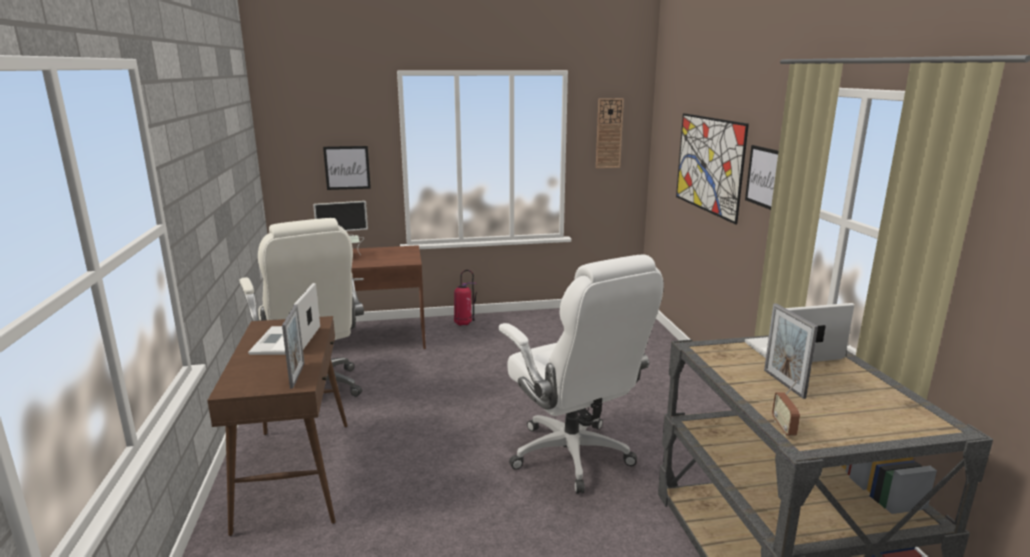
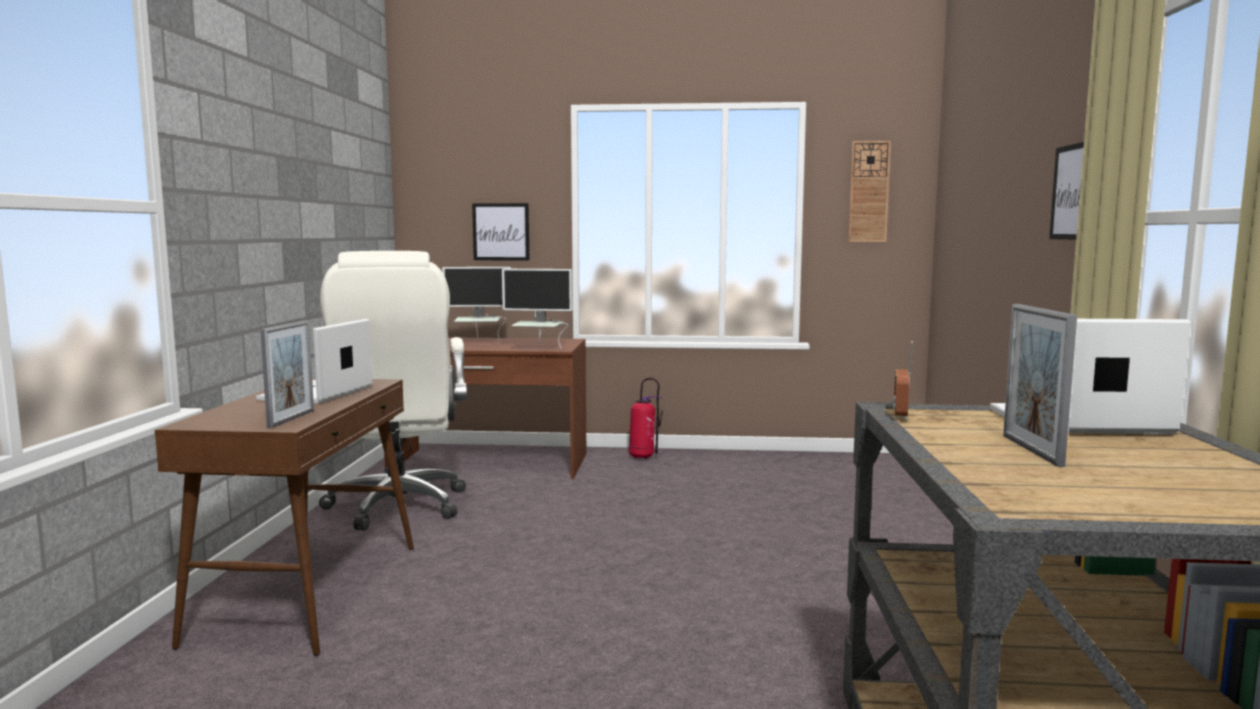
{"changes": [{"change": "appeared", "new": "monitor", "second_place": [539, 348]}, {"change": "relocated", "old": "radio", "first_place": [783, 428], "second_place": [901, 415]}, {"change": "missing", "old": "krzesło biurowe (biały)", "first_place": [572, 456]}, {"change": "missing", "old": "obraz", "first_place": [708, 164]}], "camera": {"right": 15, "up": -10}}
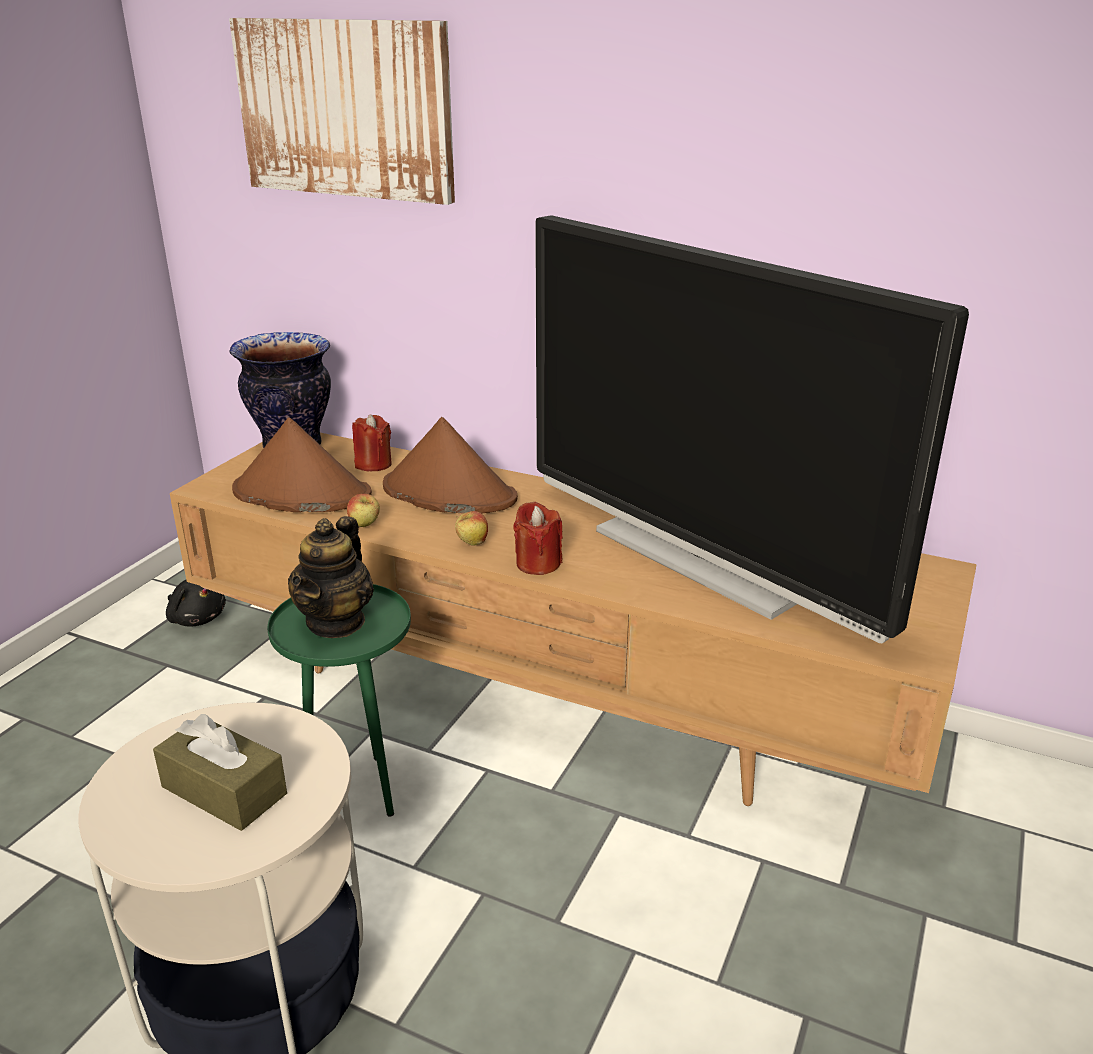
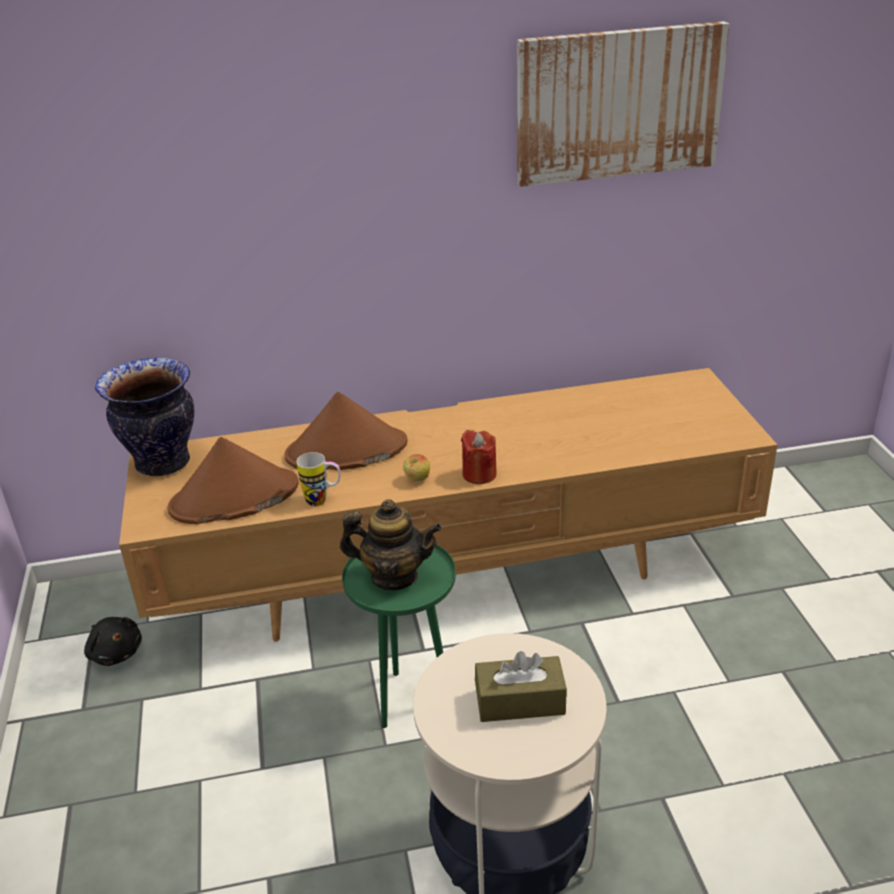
{"changes": [{"change": "spun", "old": "pluszak (czarny)", "first_place": [197, 618], "second_place": [115, 652], "degrees": 45}, {"change": "exchanged", "old": "jabłko", "new": "kubek", "first_place": [365, 525], "second_place": [323, 500]}, {"change": "spun", "old": "imbryk", "first_place": [336, 622], "second_place": [394, 576], "degrees": -60}, {"change": "relocated", "old": "obraz", "first_place": [345, 109], "second_place": [618, 104]}, {"change": "missing", "old": "świeca (czerwony)", "first_place": [373, 464]}, {"change": "missing", "old": "telewizor", "first_place": [701, 560]}], "camera": {"right": -35, "up": 5}}
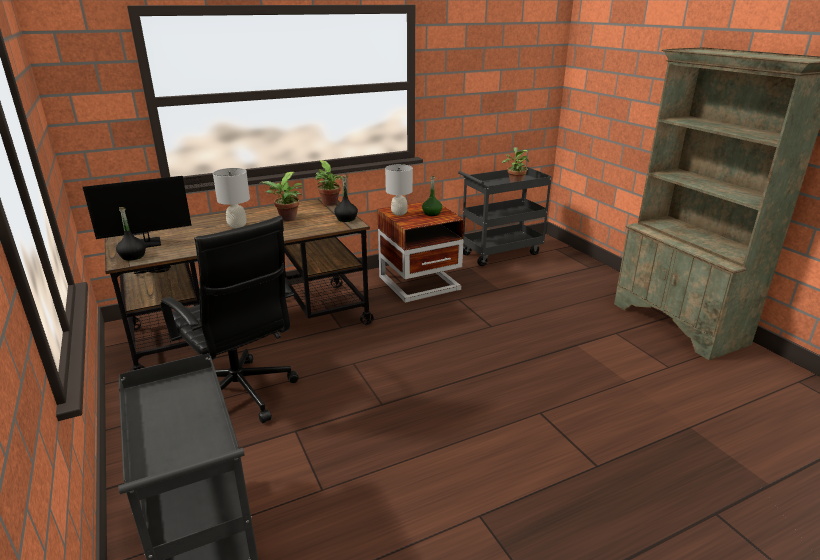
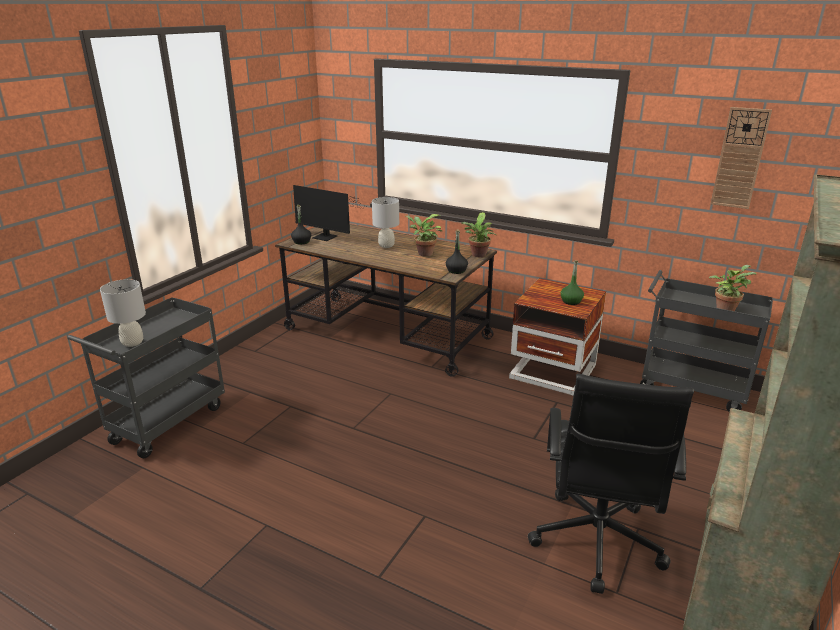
{"changes": [{"change": "relocated", "old": "lampa stołowa (szary)", "first_place": [398, 214], "second_place": [132, 343]}, {"change": "relocated", "old": "krzesło biurowe (czarny)", "first_place": [242, 397], "second_place": [596, 545]}, {"change": "appeared", "new": "zegar ścienny", "second_place": [740, 158]}], "camera": {"right": 55, "up": 0}}
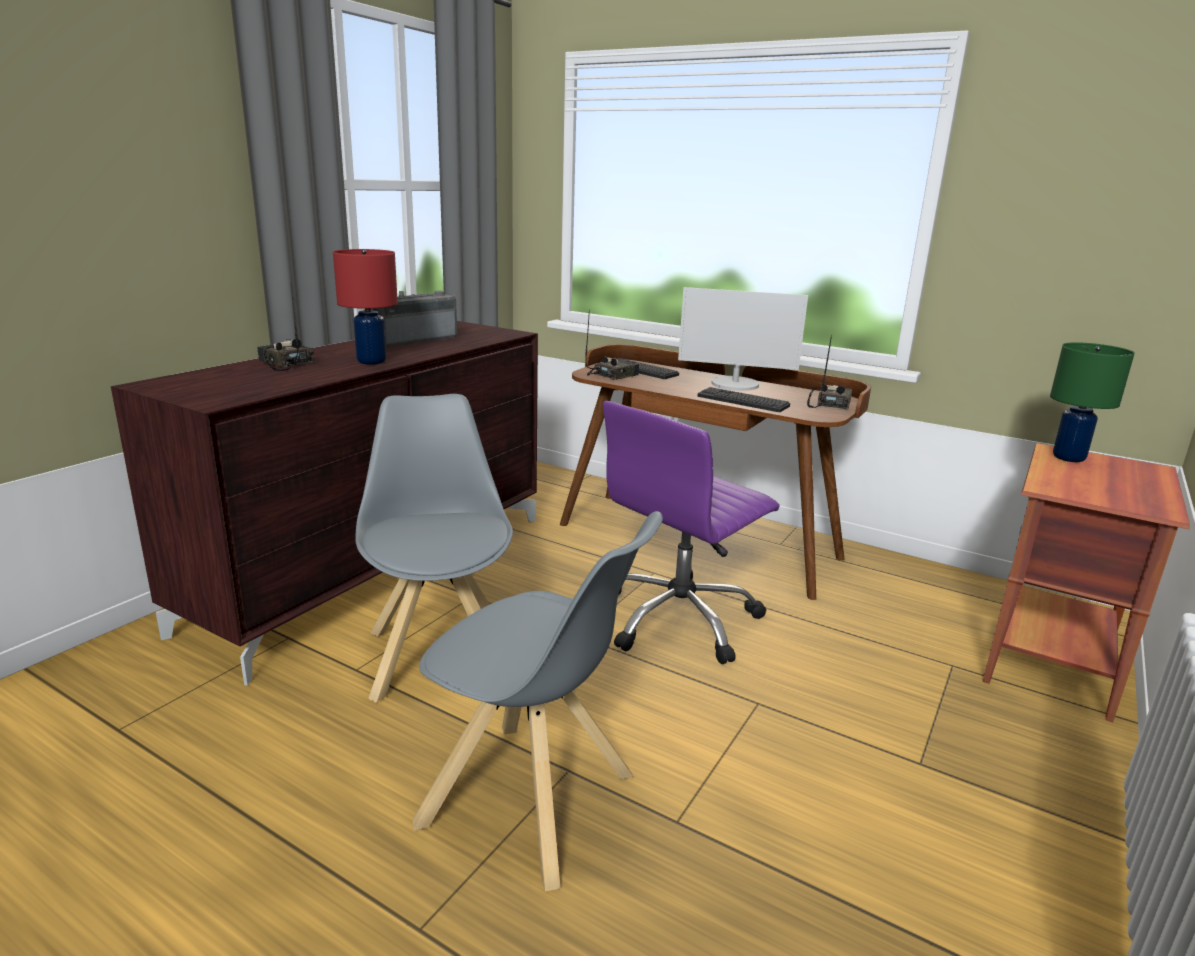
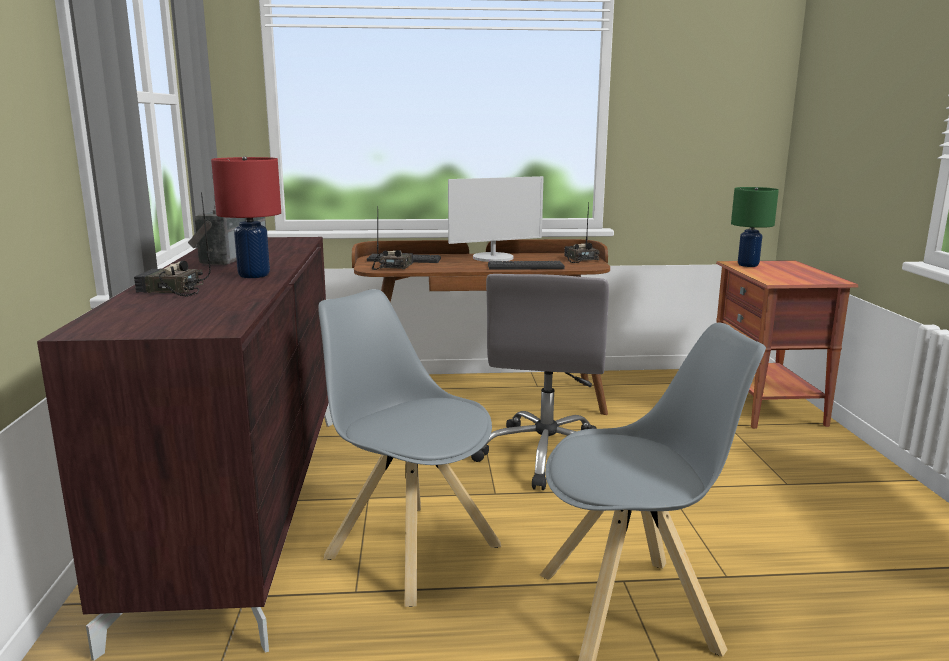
{"changes": [{"change": "colour", "old": "krzesło biurowe (fioletowy)", "new": "krzesło biurowe (szary)", "first_place": [679, 619], "second_place": [546, 456]}], "camera": {"right": -35, "up": -5}}
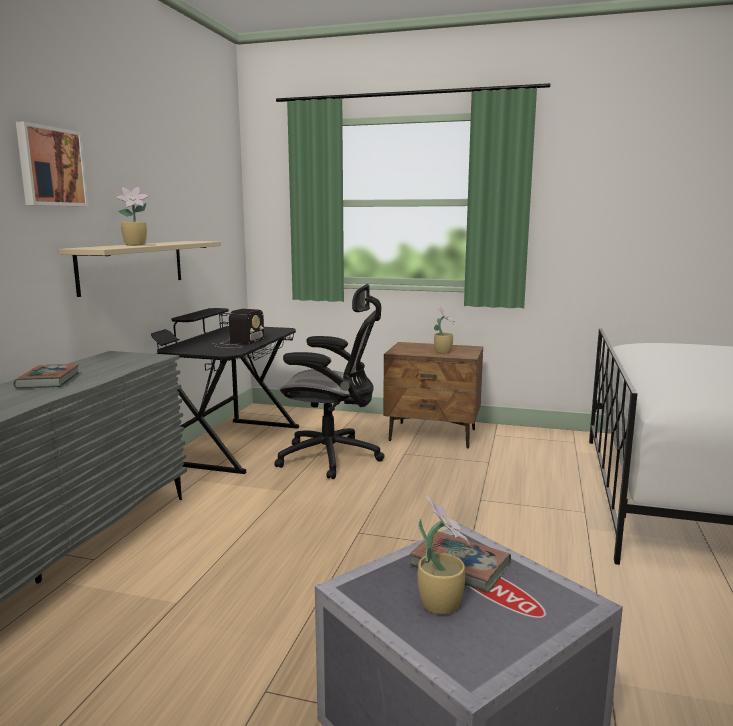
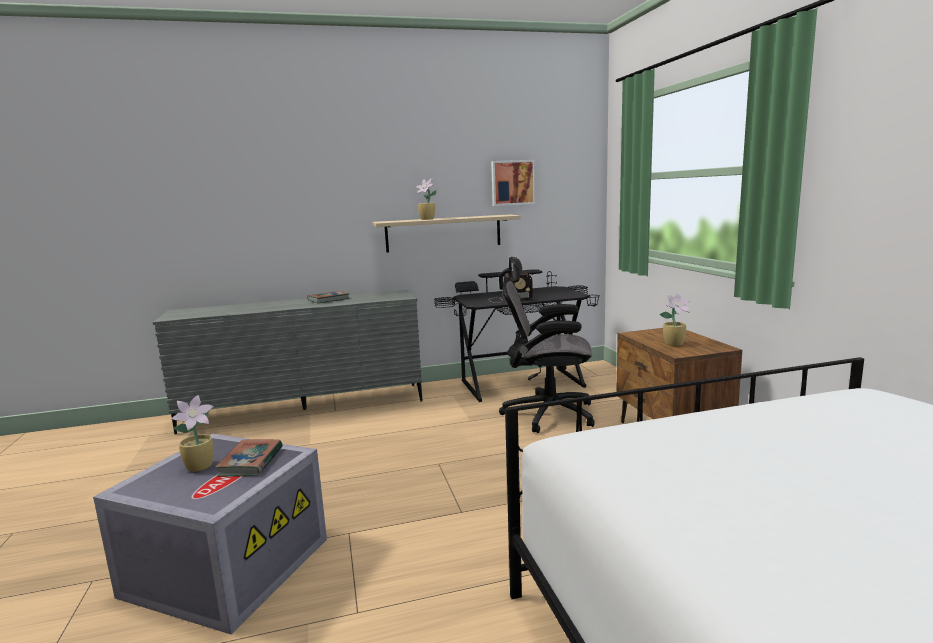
{"changes": [{"change": "relocated", "old": "obraz", "first_place": [50, 167], "second_place": [512, 182]}, {"change": "spun", "old": "krzesło biurowe", "first_place": [330, 457], "second_place": [548, 415], "degrees": 120}], "camera": {"right": 60, "up": 0}}
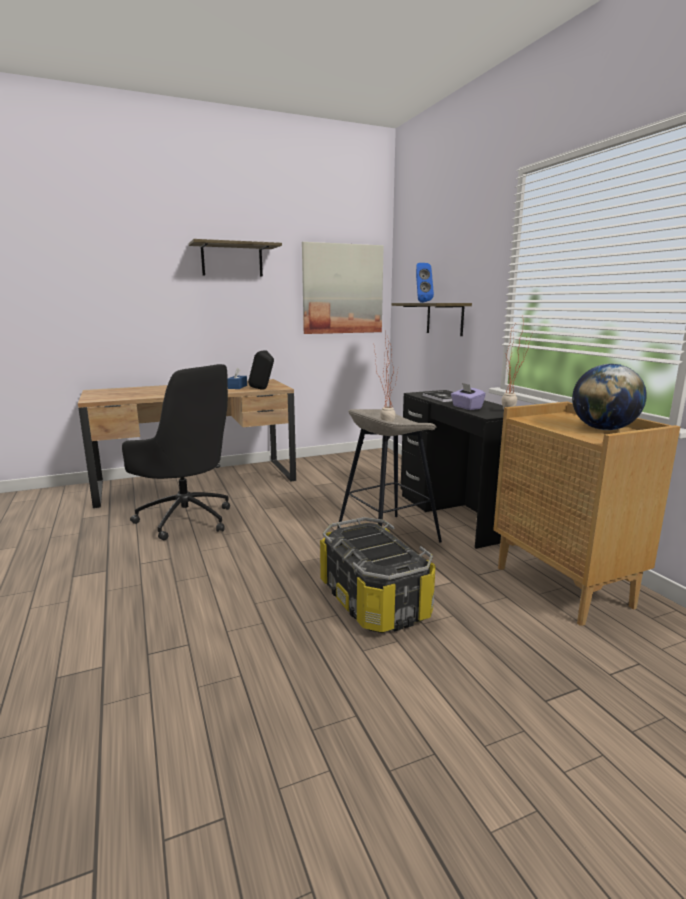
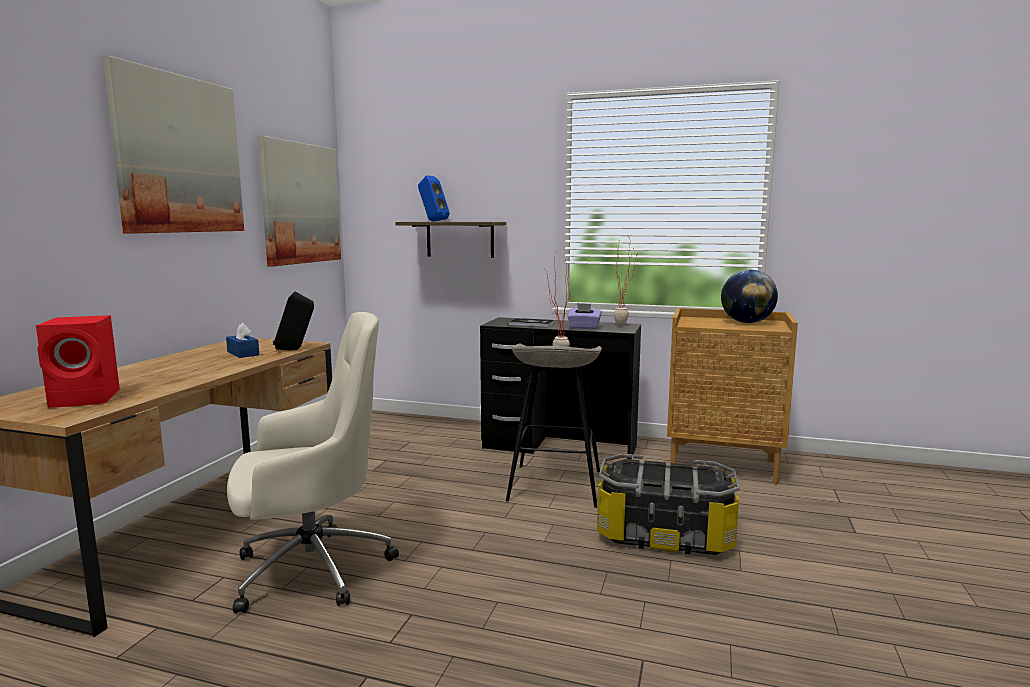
{"changes": [{"change": "appeared", "new": "głośnik (czerwony)", "second_place": [88, 398]}, {"change": "exchanged", "old": "półka", "new": "obraz", "first_place": [232, 260], "second_place": [179, 155]}, {"change": "colour", "old": "krzesło biurowe (czarny)", "new": "krzesło biurowe (beżowy)", "first_place": [186, 520], "second_place": [313, 571]}], "camera": {"right": -50, "up": -5}}
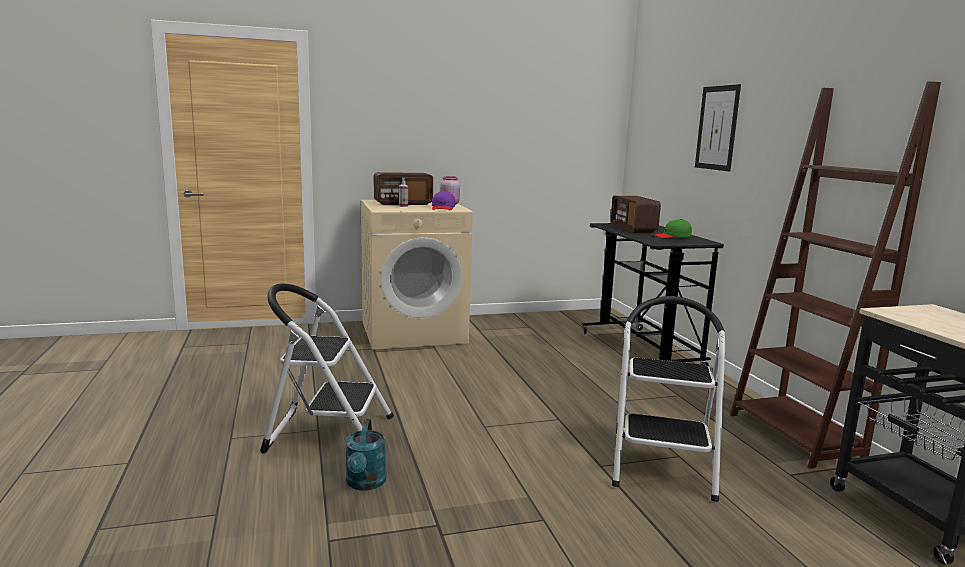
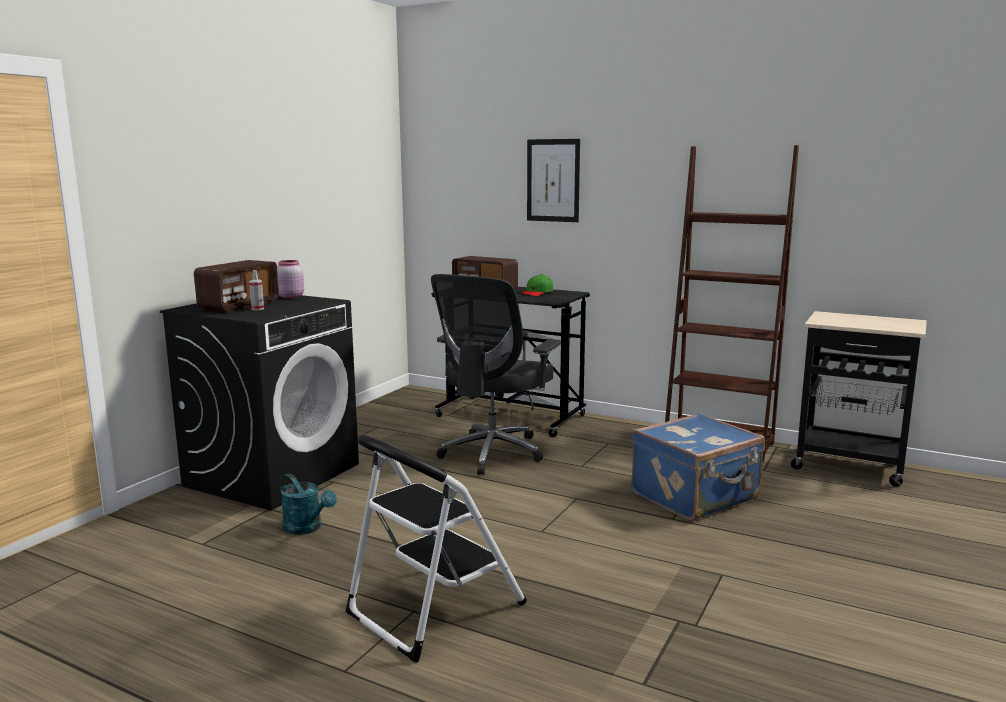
{"changes": [{"change": "colour", "old": "pralka (beżowy)", "new": "pralka (czarny)", "first_place": [414, 332], "second_place": [273, 474]}, {"change": "relocated", "old": "konewka (turkusowy)", "first_place": [365, 484], "second_place": [307, 528]}, {"change": "appeared", "new": "krzesło biurowe", "second_place": [492, 452]}, {"change": "exchanged", "old": "drabinka", "new": "walizka (niebieski)", "first_place": [662, 462], "second_place": [696, 497]}, {"change": "missing", "old": "czapka z daszkiem (fioletowy)", "first_place": [443, 208]}], "camera": {"right": -45, "up": 0}}
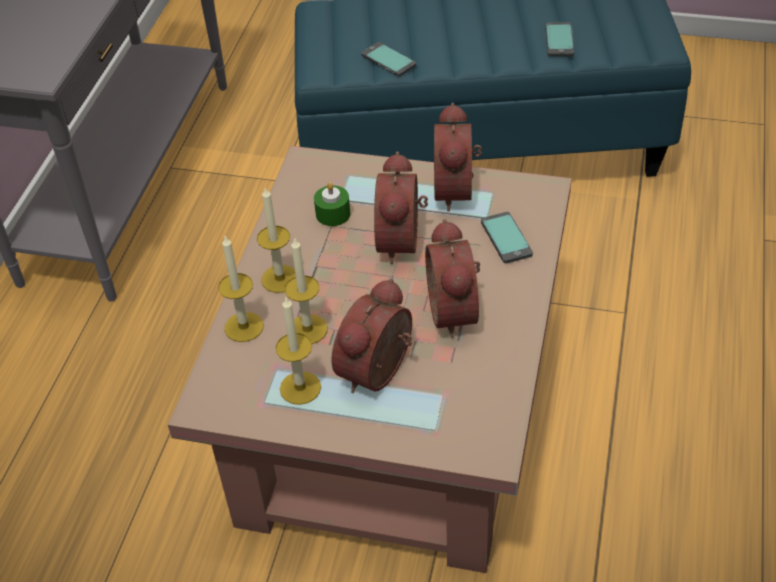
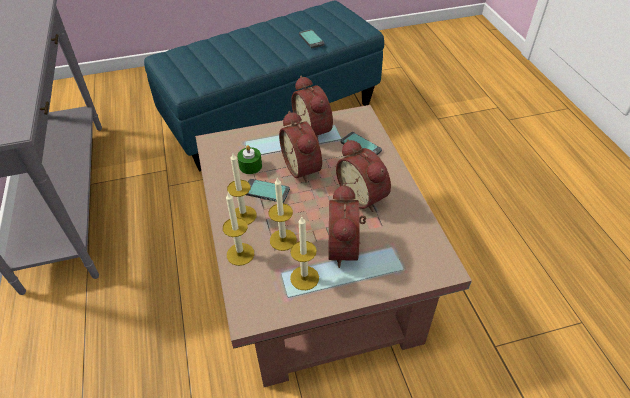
{"changes": [{"change": "relocated", "old": "telefon", "first_place": [388, 60], "second_place": [266, 191]}], "camera": {"right": -30, "up": 0}}
